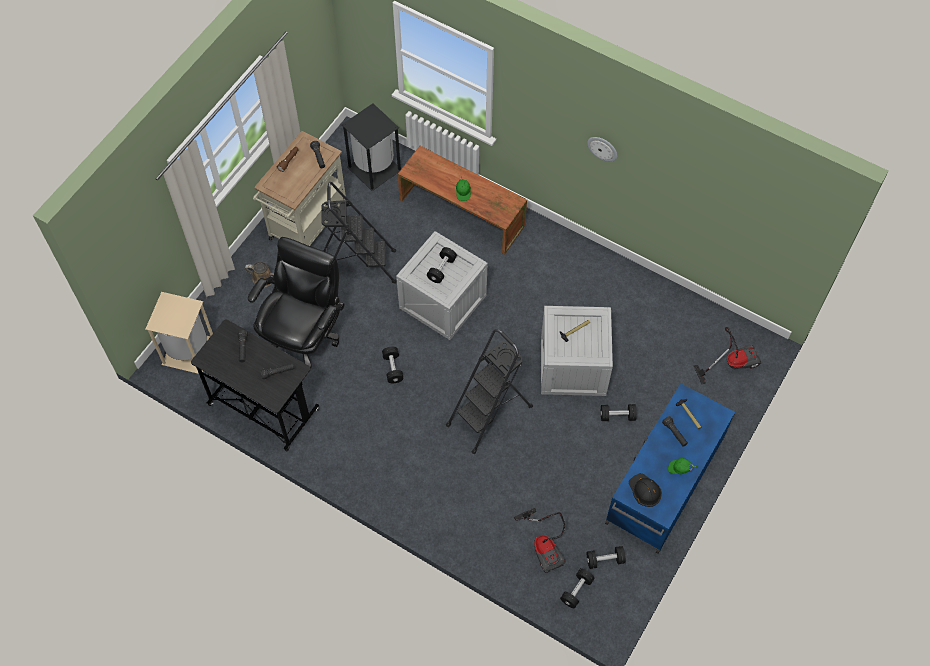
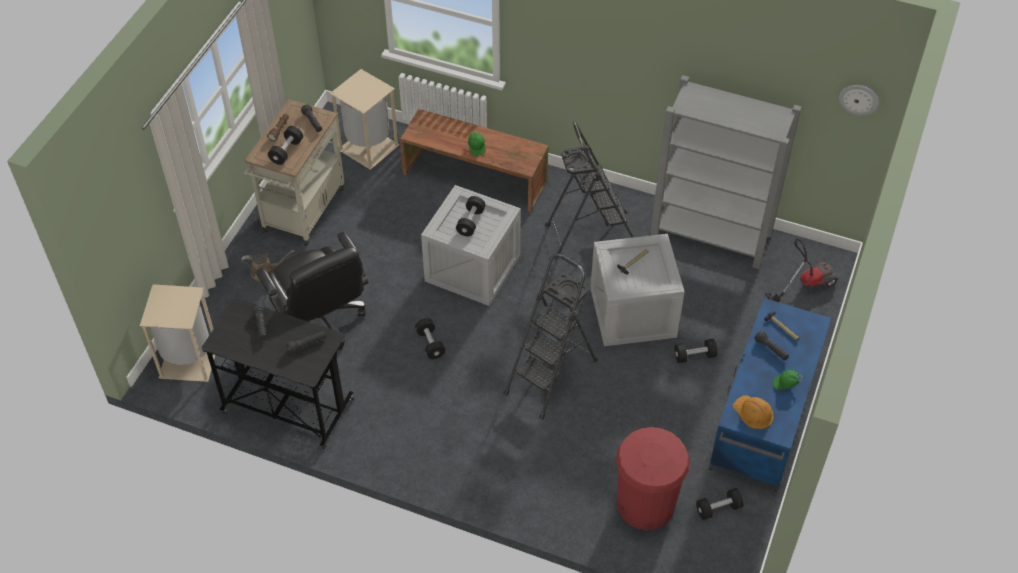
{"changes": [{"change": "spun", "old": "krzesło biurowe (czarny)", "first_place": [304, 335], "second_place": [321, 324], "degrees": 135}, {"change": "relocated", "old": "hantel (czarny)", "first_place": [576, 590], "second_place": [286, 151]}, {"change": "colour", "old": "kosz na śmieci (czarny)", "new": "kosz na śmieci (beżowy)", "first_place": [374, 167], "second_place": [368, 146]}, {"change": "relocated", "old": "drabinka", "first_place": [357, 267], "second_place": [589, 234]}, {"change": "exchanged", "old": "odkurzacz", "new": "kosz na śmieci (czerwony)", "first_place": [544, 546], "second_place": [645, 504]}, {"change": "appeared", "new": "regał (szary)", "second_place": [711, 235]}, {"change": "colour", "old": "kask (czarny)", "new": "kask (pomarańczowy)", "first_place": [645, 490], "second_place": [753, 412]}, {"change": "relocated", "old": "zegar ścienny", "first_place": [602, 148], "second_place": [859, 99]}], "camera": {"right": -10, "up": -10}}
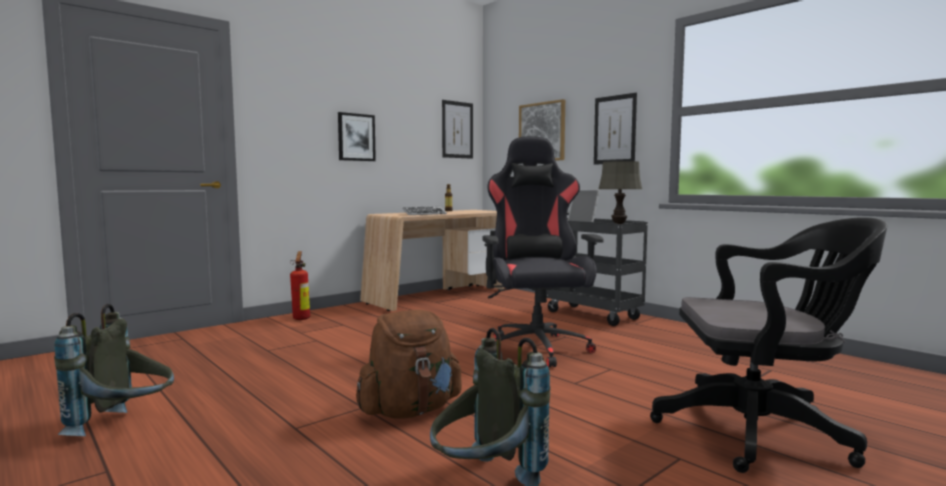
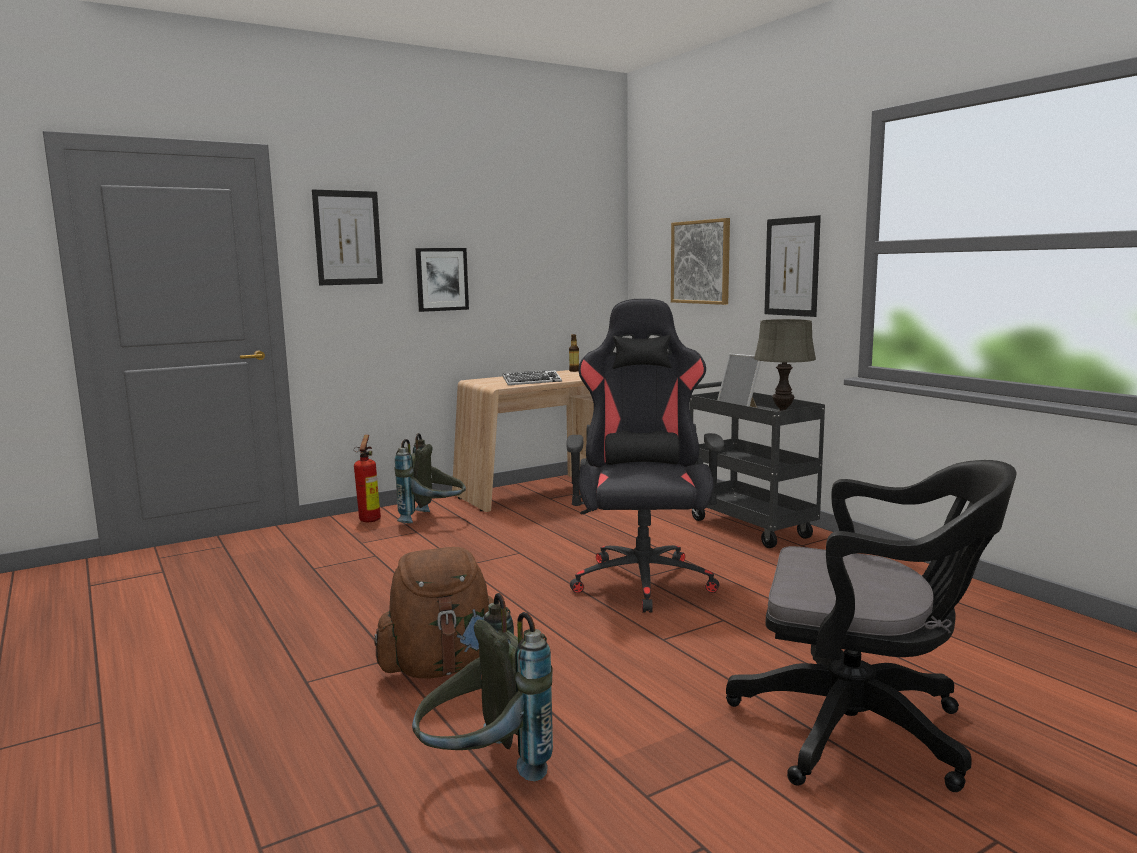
{"changes": [{"change": "relocated", "old": "obraz", "first_place": [457, 130], "second_place": [348, 238]}, {"change": "relocated", "old": "plecak (szary)", "first_place": [125, 426], "second_place": [434, 519]}], "camera": {"right": 10, "up": 5}}
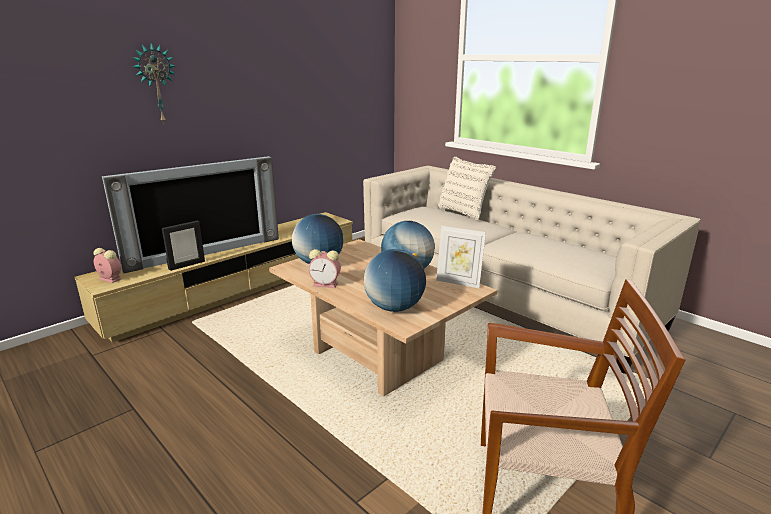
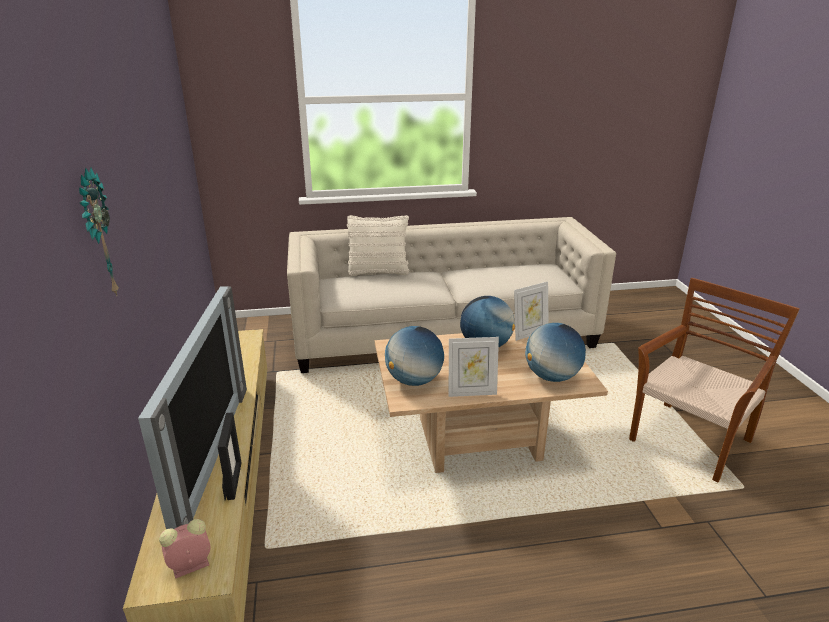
{"changes": [{"change": "exchanged", "old": "budzik", "new": "ramka na zdjęcie", "first_place": [326, 284], "second_place": [472, 392]}], "camera": {"right": -55, "up": 5}}
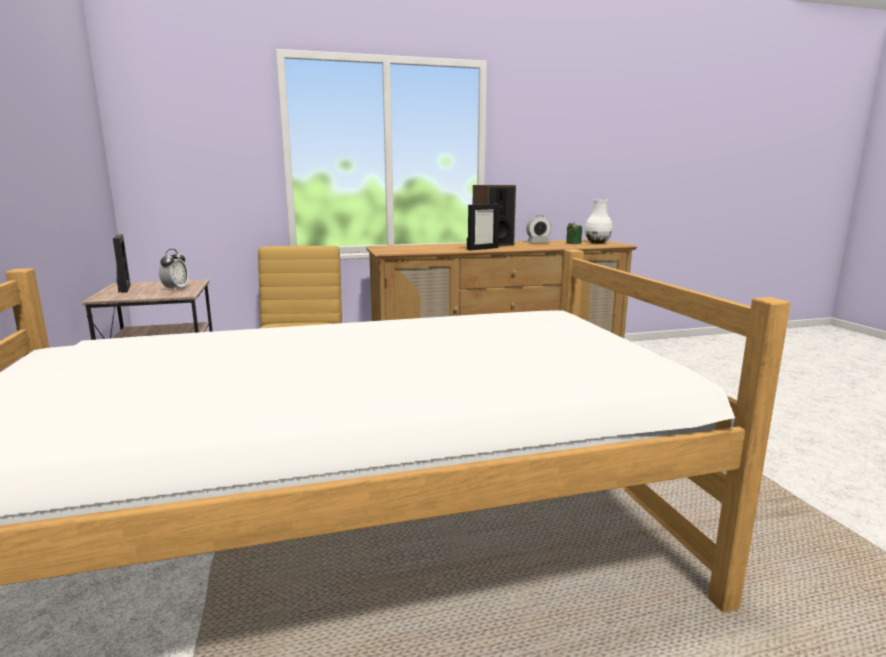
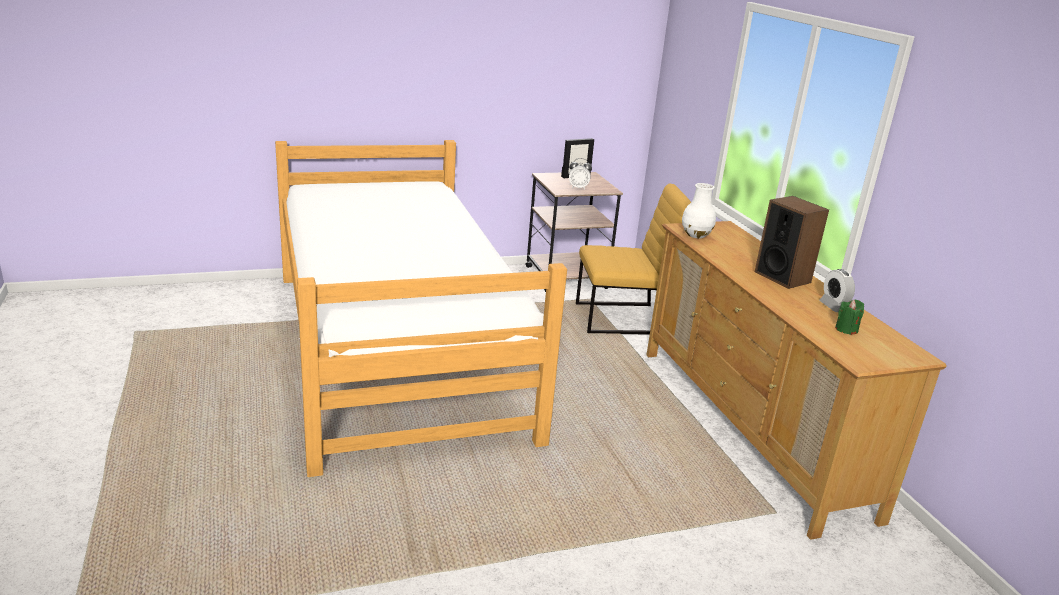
{"changes": [{"change": "relocated", "old": "wazon (biały)", "first_place": [597, 242], "second_place": [696, 235]}, {"change": "missing", "old": "ramka na zdjęcie", "first_place": [482, 248]}], "camera": {"right": 85, "up": 10}}
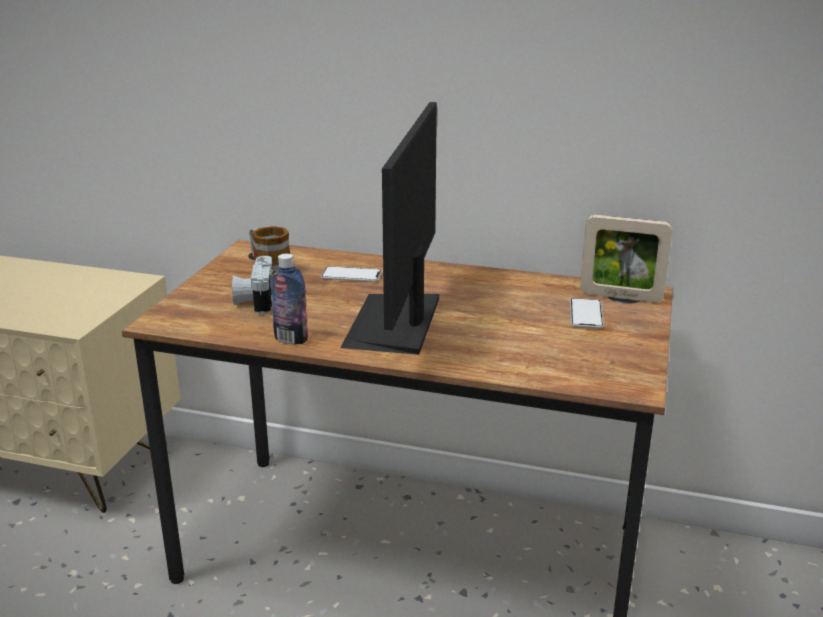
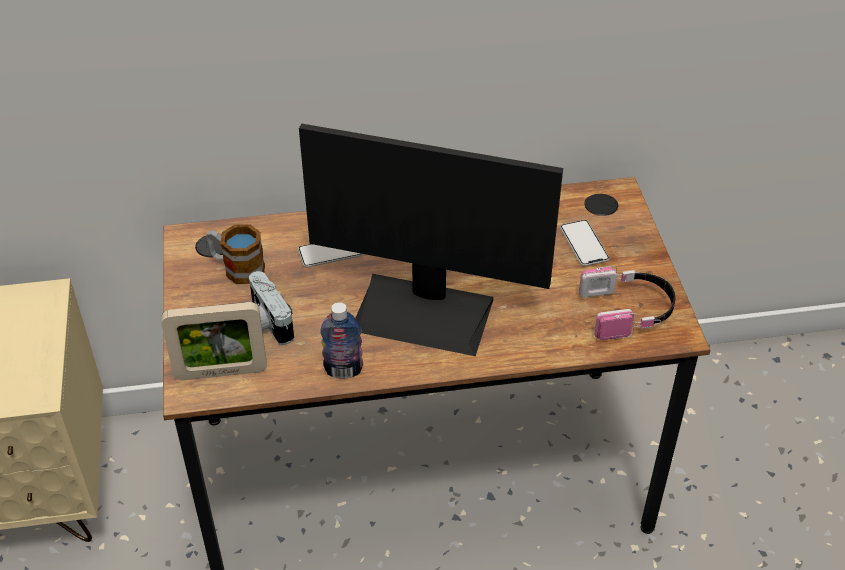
{"changes": [{"change": "relocated", "old": "ramka na zdjęcie", "first_place": [621, 296], "second_place": [221, 372]}, {"change": "spun", "old": "monitor", "first_place": [396, 323], "second_place": [424, 312], "degrees": -60}, {"change": "appeared", "new": "słuchawki", "second_place": [628, 311]}], "camera": {"right": -25, "up": 20}}
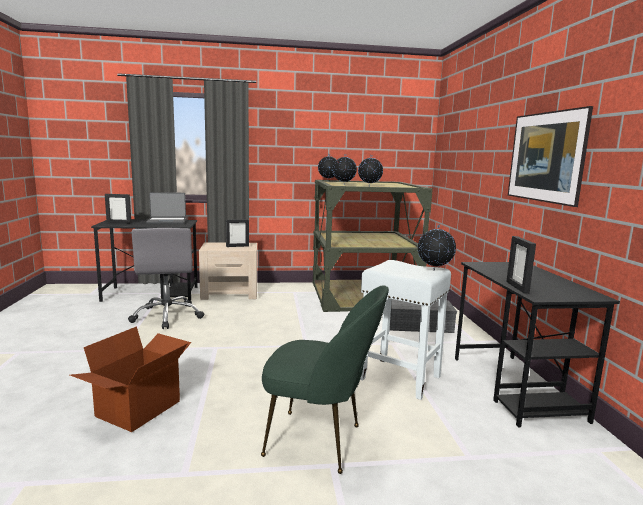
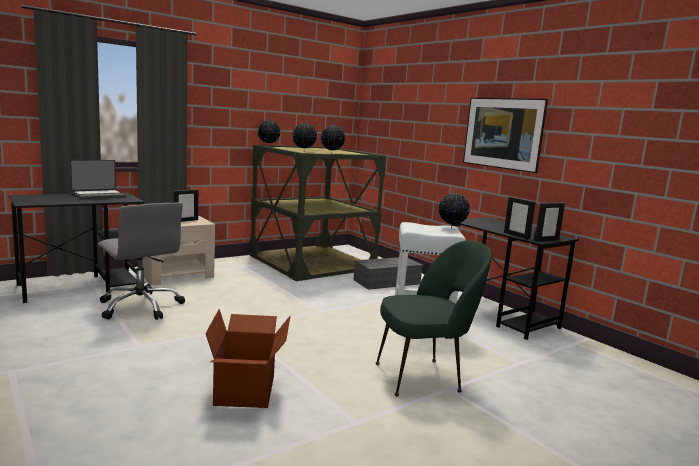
{"changes": [{"change": "relocated", "old": "ramka na zdjęcie", "first_place": [119, 222], "second_place": [546, 240]}], "camera": {"right": -30, "up": 0}}
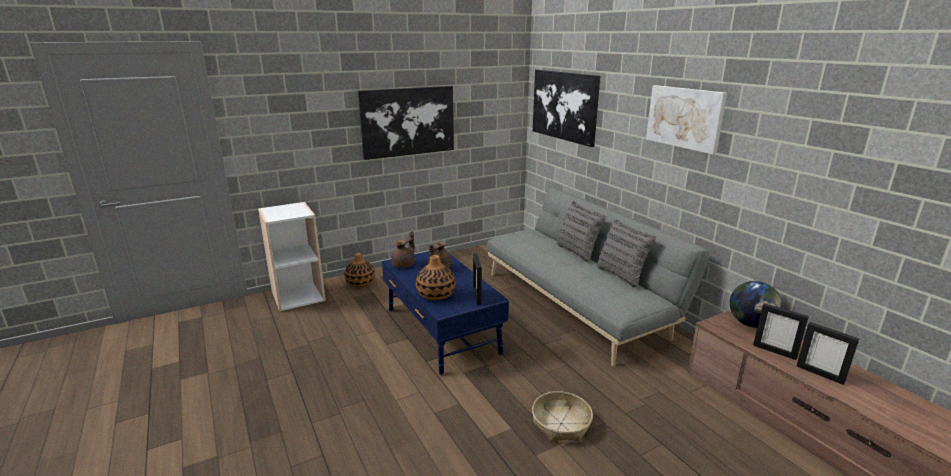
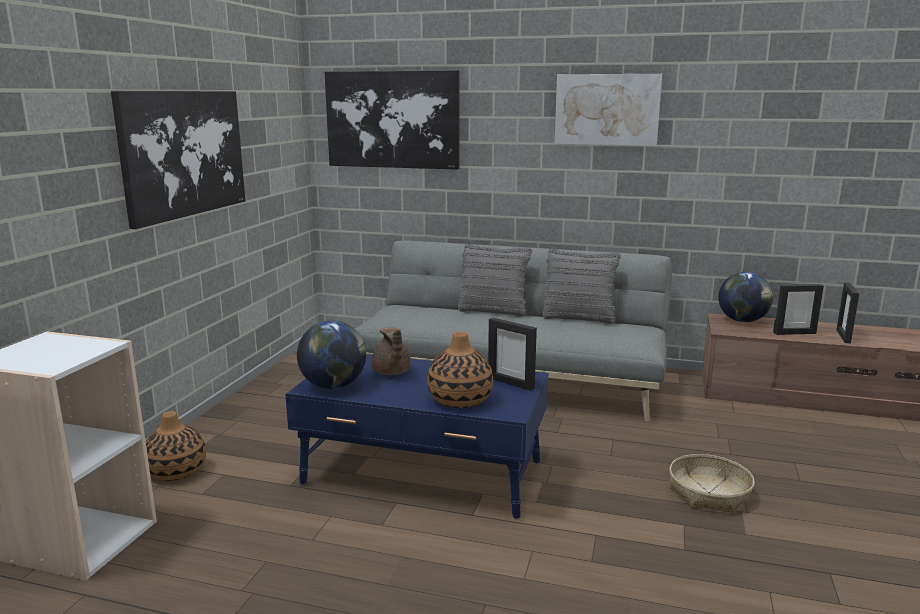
{"changes": [{"change": "exchanged", "old": "imbryk (brązowy)", "new": "globus", "first_place": [404, 265], "second_place": [334, 385]}, {"change": "spun", "old": "ramka na zdjęcie", "first_place": [820, 373], "second_place": [844, 336], "degrees": 105}], "camera": {"right": -45, "up": -5}}
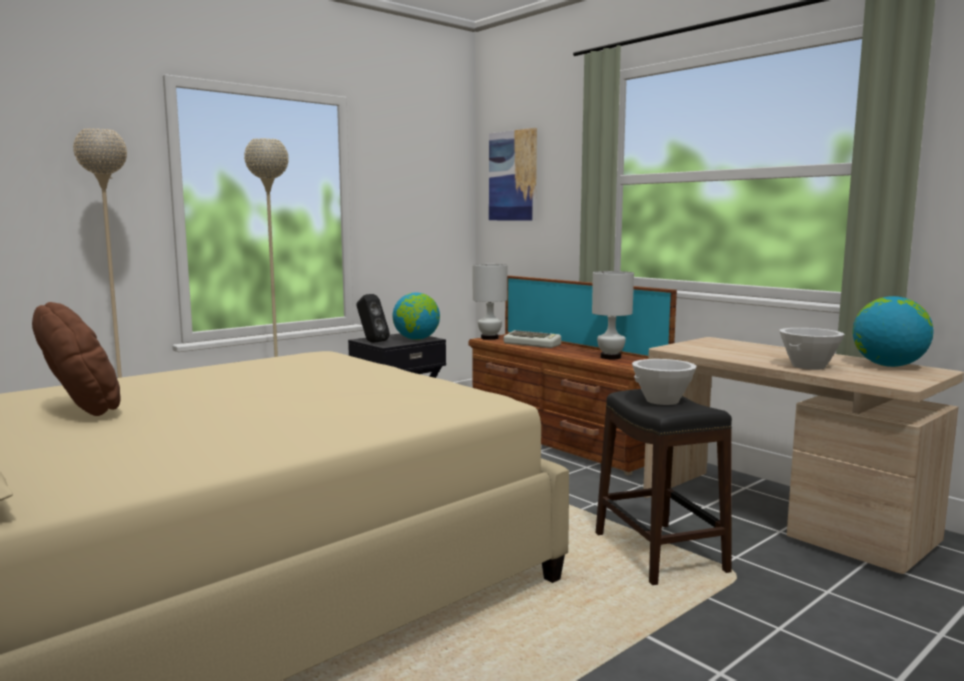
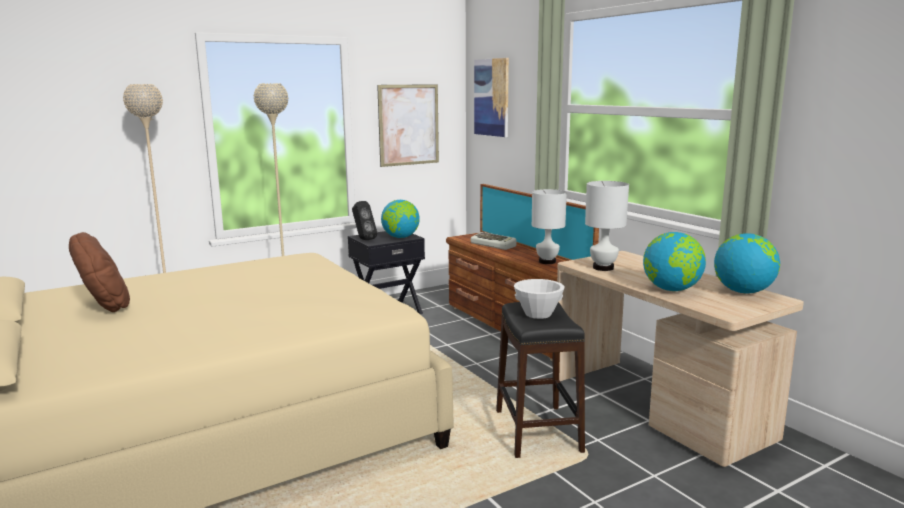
{"changes": [{"change": "appeared", "new": "obraz", "second_place": [409, 125]}, {"change": "relocated", "old": "lampa stołowa (biały)", "first_place": [489, 338], "second_place": [603, 268]}, {"change": "exchanged", "old": "miska (biały)", "new": "globus", "first_place": [809, 366], "second_place": [671, 289]}], "camera": {"right": 10, "up": 5}}
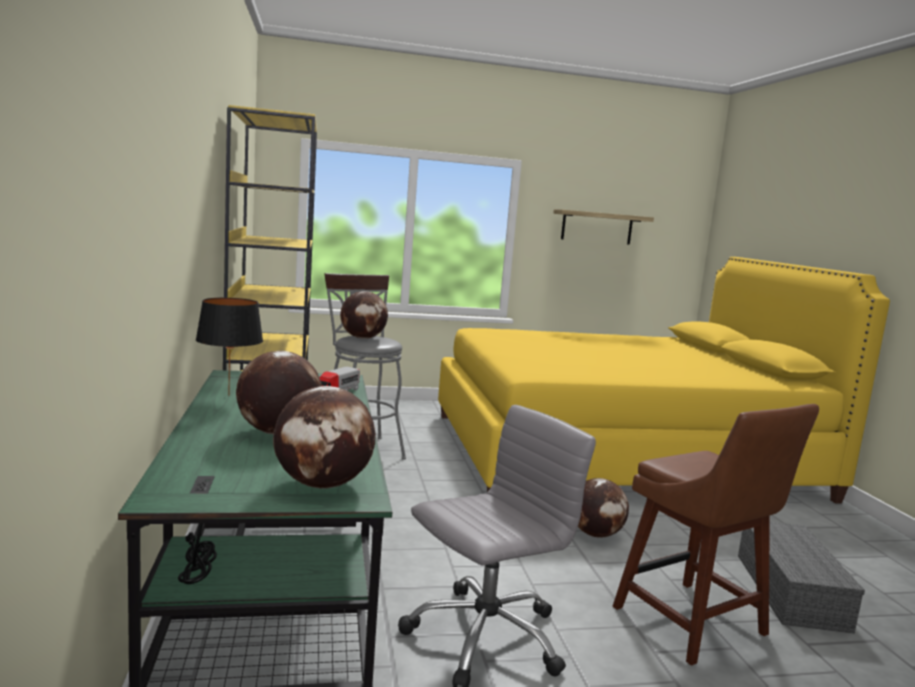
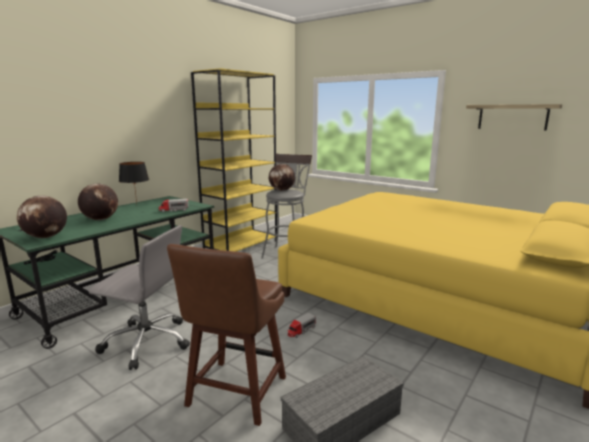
{"changes": [{"change": "exchanged", "old": "globus", "new": "ciężarówka zabawkowa", "first_place": [596, 534], "second_place": [301, 331]}], "camera": {"right": 50, "up": 5}}
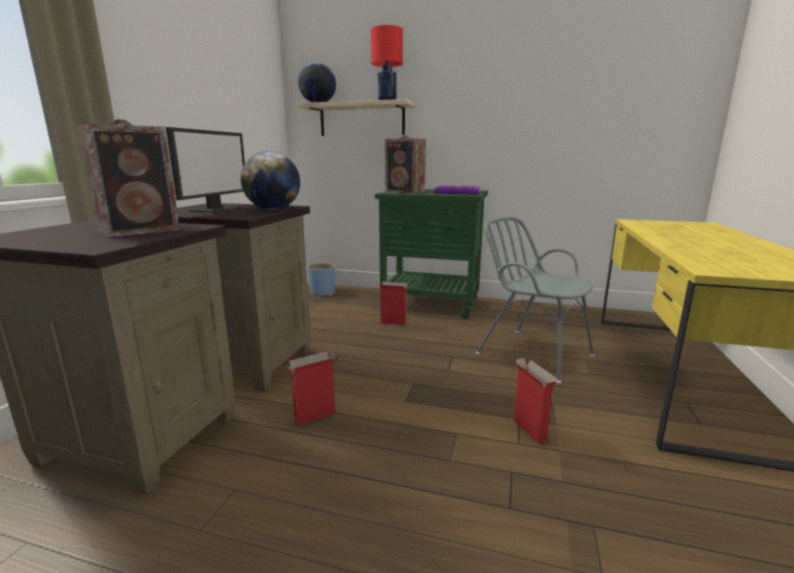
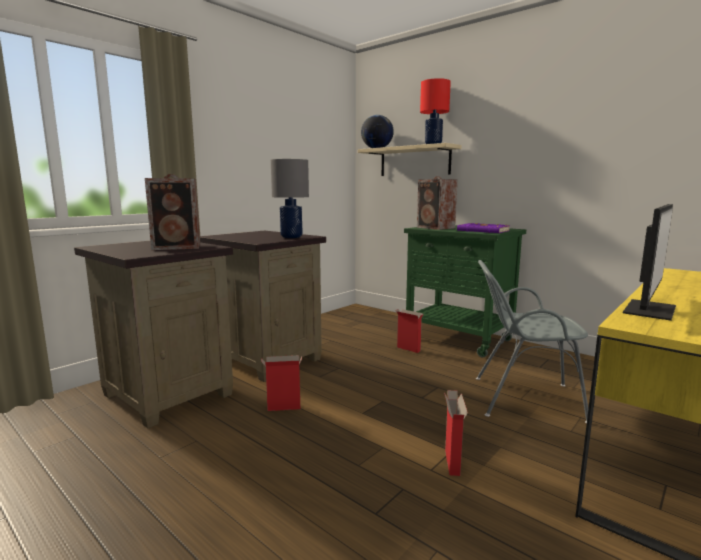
{"changes": [{"change": "exchanged", "old": "globus", "new": "lampa stołowa (szary)", "first_place": [273, 209], "second_place": [291, 238]}, {"change": "spun", "old": "krzesło (szary)", "first_place": [530, 352], "second_place": [522, 398], "degrees": -60}, {"change": "relocated", "old": "monitor", "first_place": [217, 209], "second_place": [648, 309]}, {"change": "missing", "old": "donica (niebieski)", "first_place": [323, 293]}], "camera": {"right": 25, "up": -5}}
